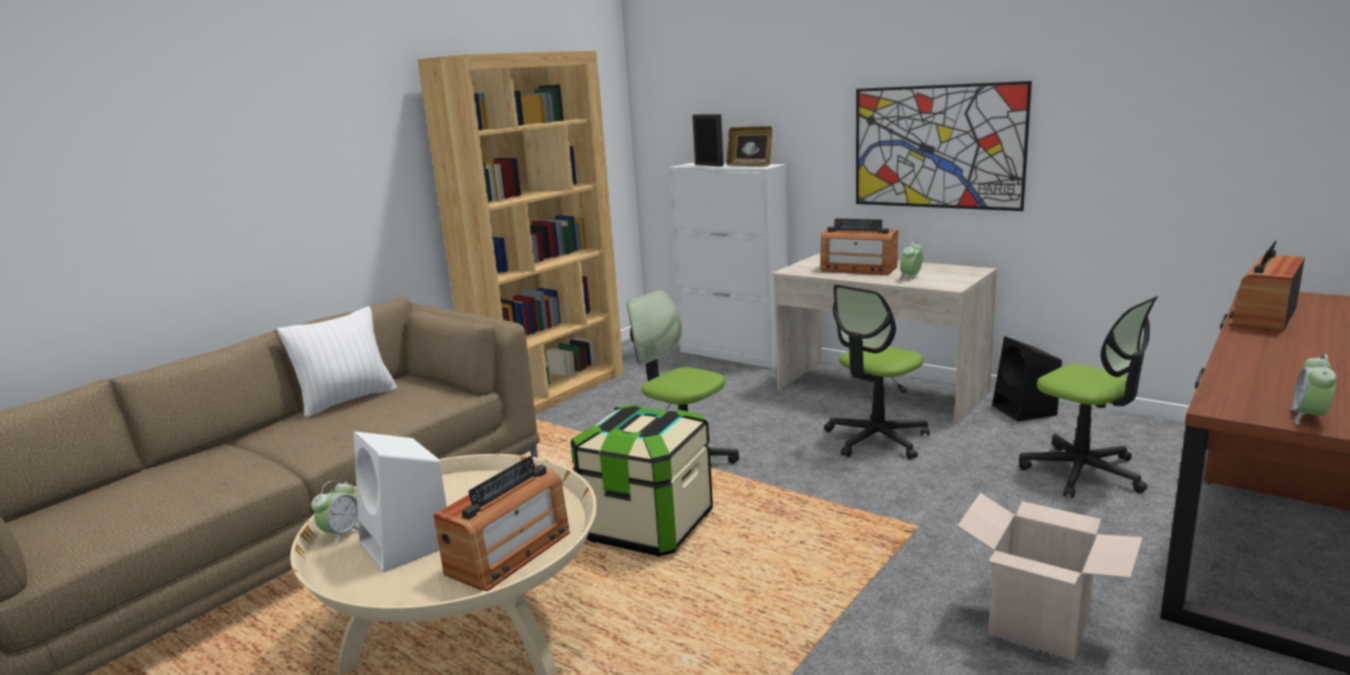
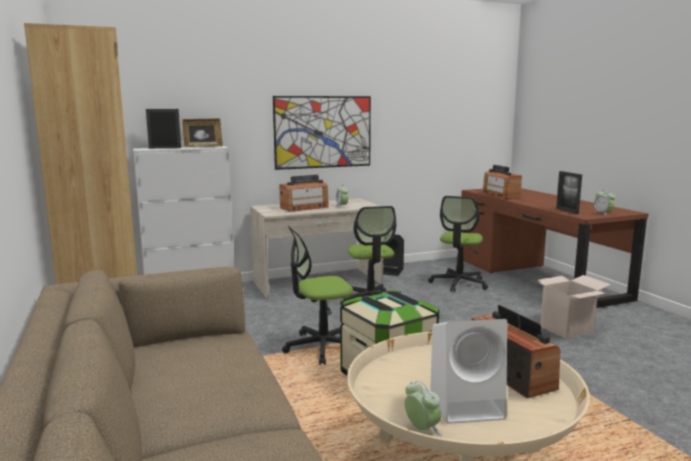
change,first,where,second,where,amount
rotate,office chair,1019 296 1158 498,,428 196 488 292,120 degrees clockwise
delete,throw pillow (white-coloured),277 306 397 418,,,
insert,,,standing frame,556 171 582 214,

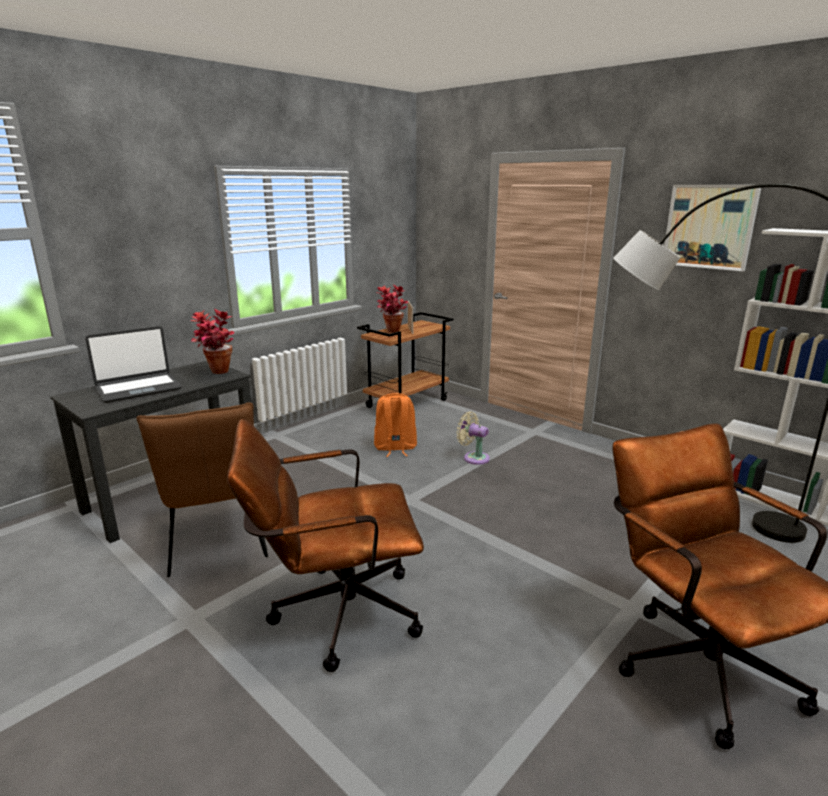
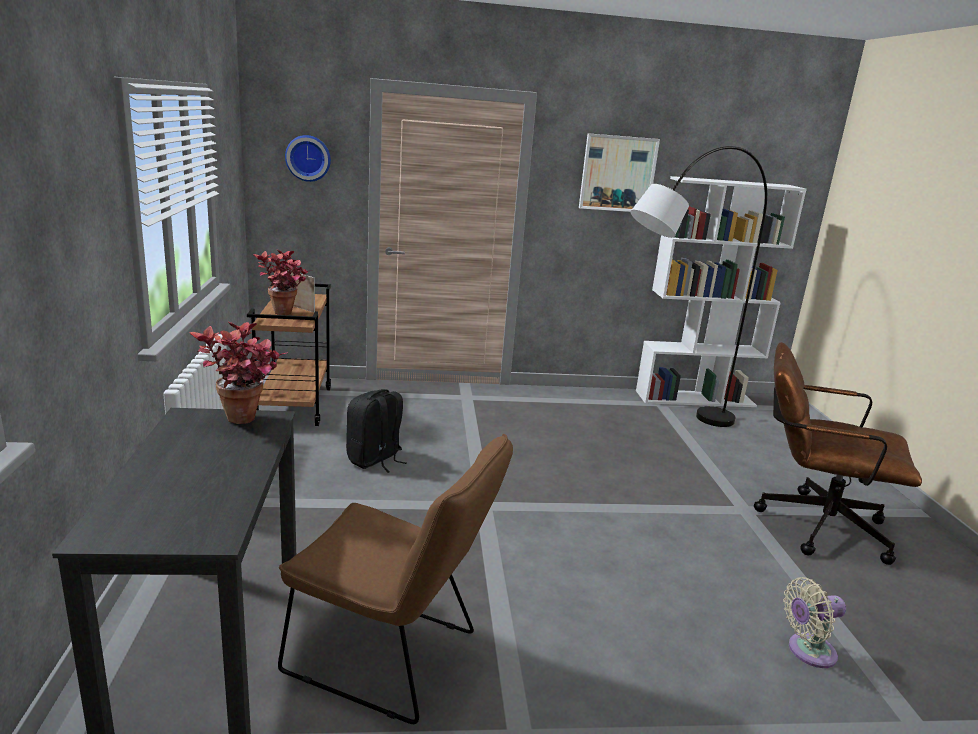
change,first,where,second,where,amount
delete,portable computer,85 326 182 403,,,
recolor,rucksack (orange),374 393 417 457,rucksack (black-coloured),346 389 407 473,
move,electric fan (beige),456 412 490 465,,783 577 846 668,
delete,office chair (brown),227 419 424 672,,,
insert,,,hanging clock,285 135 331 182,

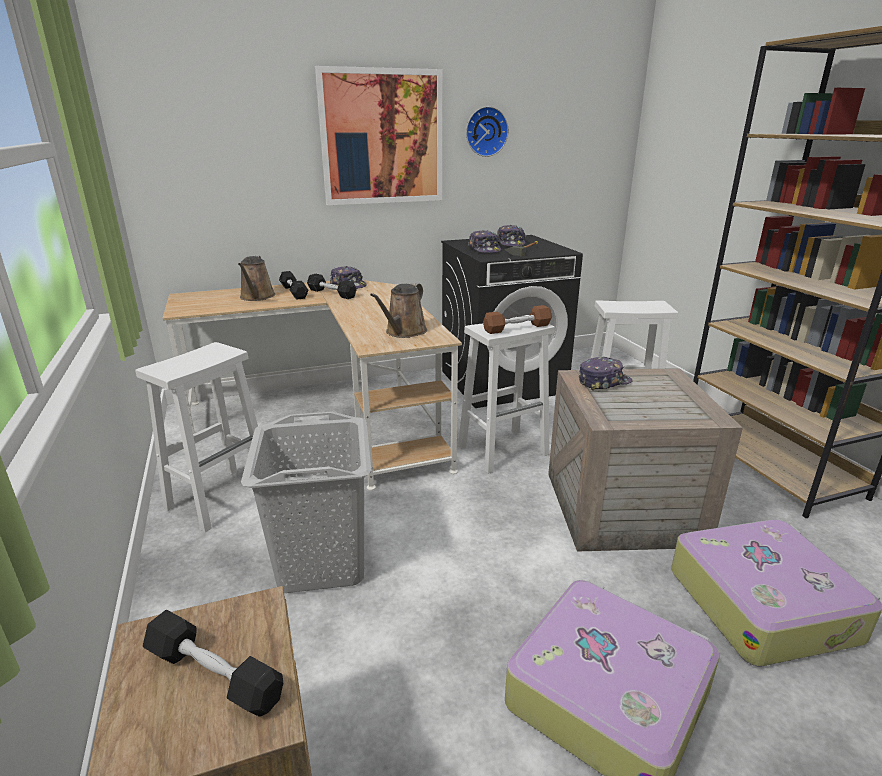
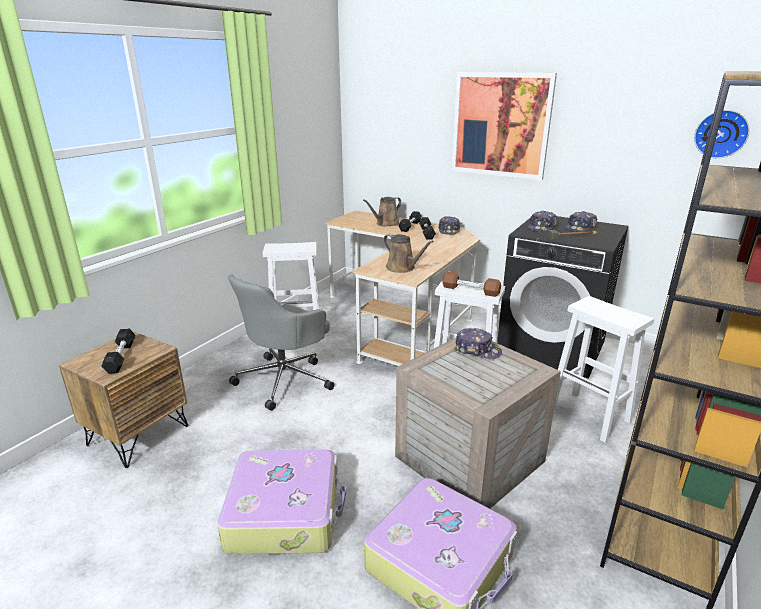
change,first,where,second,where,amount
move,hanging clock,466 106 509 157,,694 110 750 158,
rotate,sprinkling can (brown),370 283 427 338,,383 234 434 273,120 degrees counterclockwise
replace,laundry basket (gray),241 412 371 593,office chair (gray),228 274 334 411,

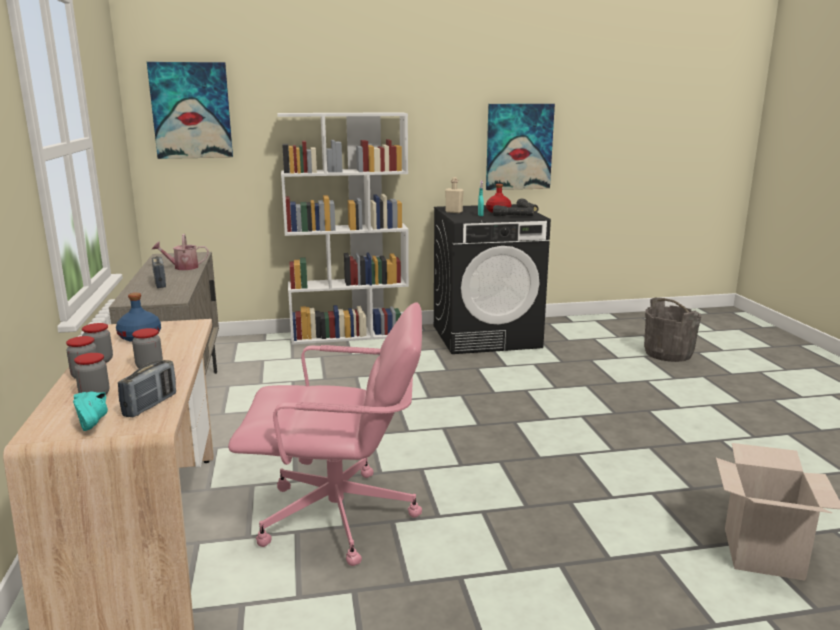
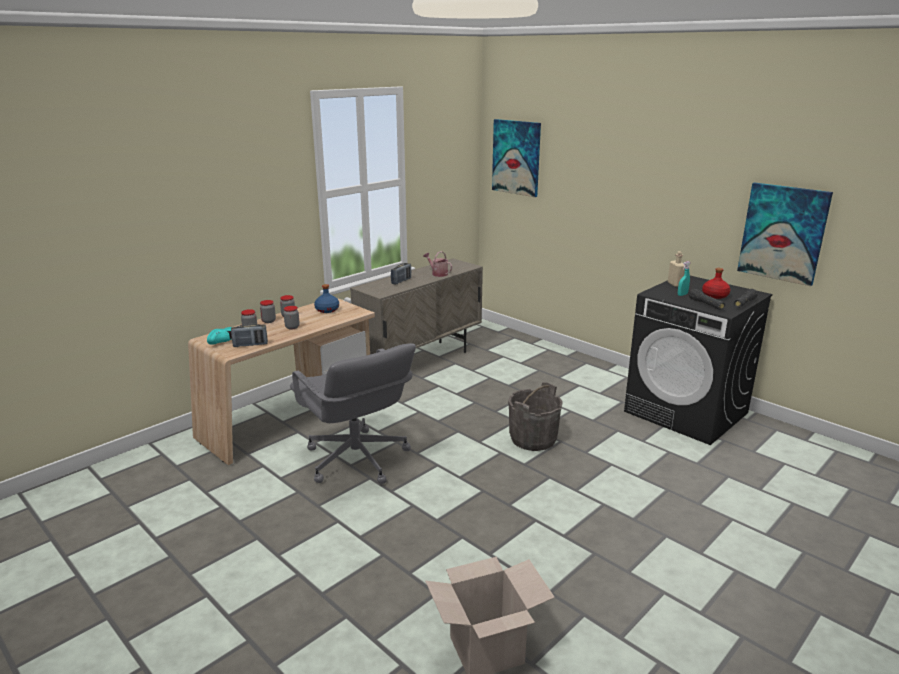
change,first,where,second,where,amount
delete,bookcase (white-coloured),277 112 409 345,,,
move,water bucket (gray),644 298 701 362,,508 382 563 451,
recolor,office chair (pink),228 302 422 566,office chair (gray),290 343 416 484,

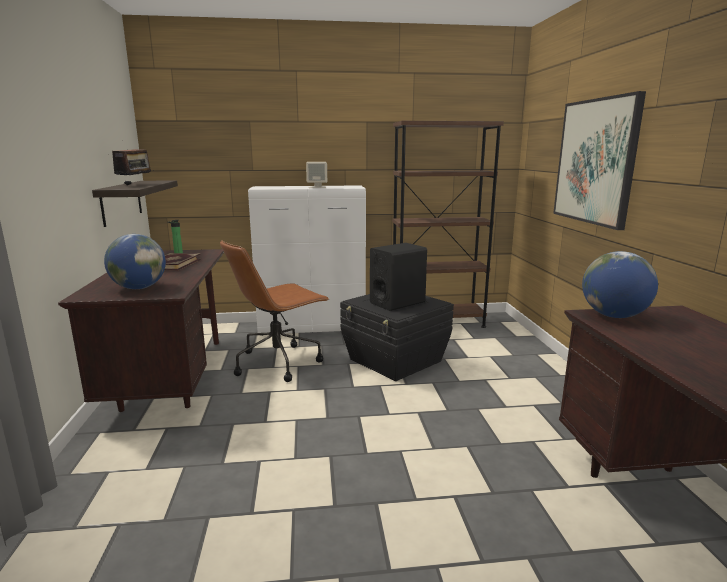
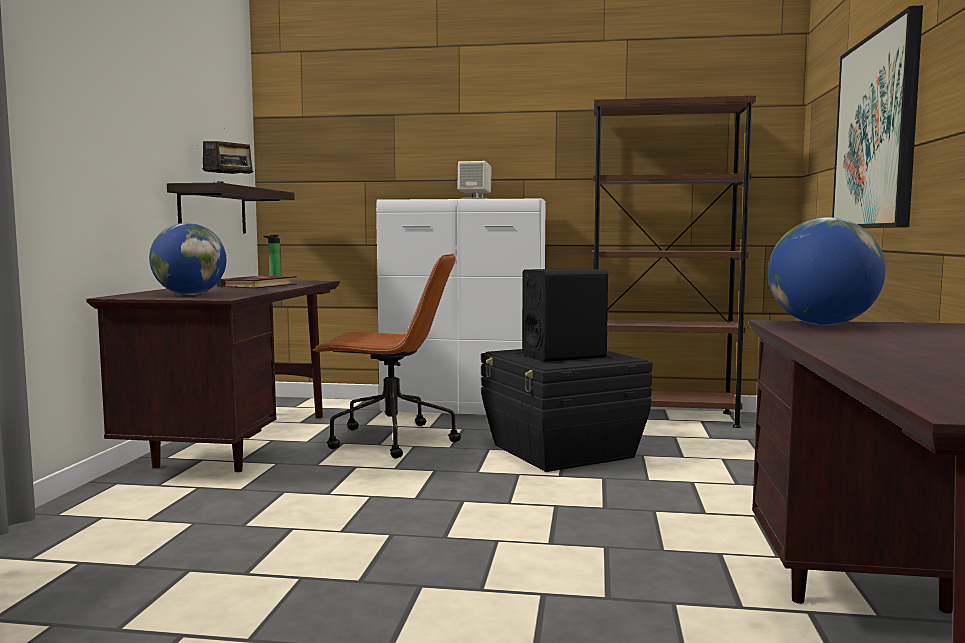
change,first,where,second,where,amount
rotate,office chair (brown),220 240 329 382,,313 253 461 459,150 degrees counterclockwise

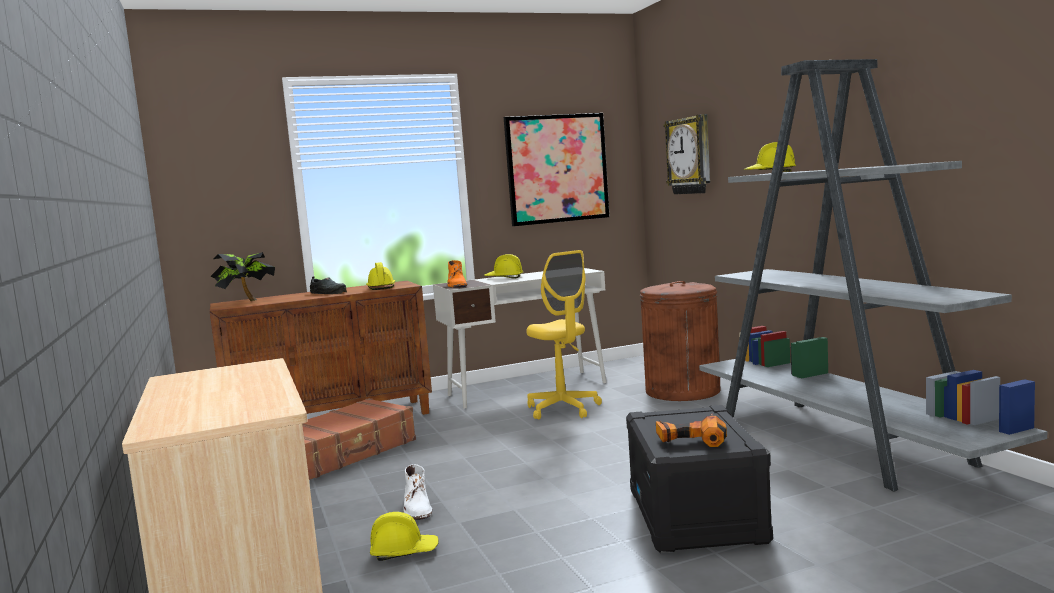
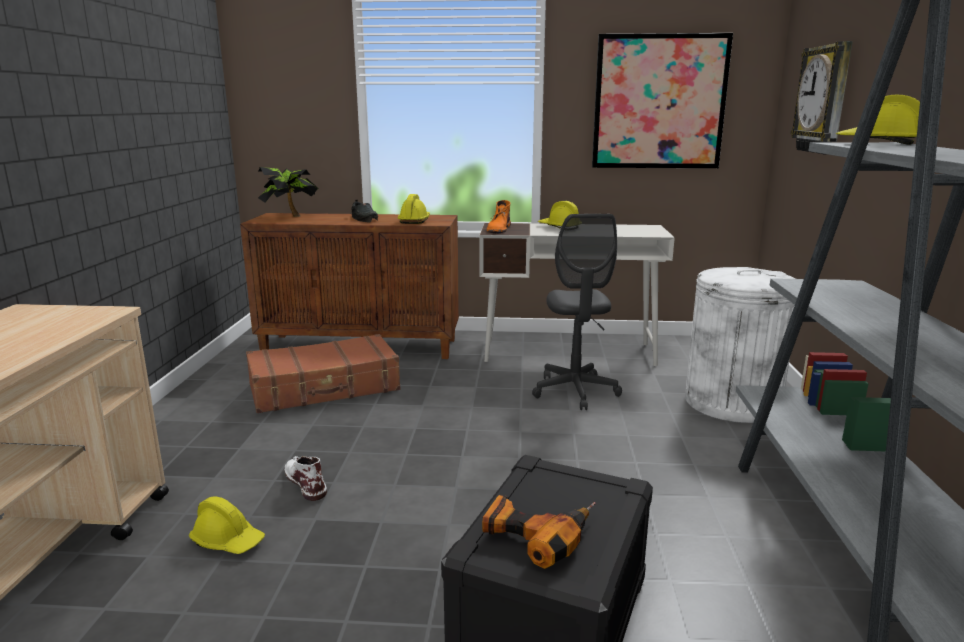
change,first,where,second,where,amount
recolor,office chair (yellowish),526 250 602 420,office chair (gray),532 214 622 410,
recolor,rubbish bin (brown),640 281 721 401,rubbish bin (white-coloured),685 267 796 423,
rotate,tall boot (white-coloured),403 464 432 520,,284 456 327 501,135 degrees clockwise

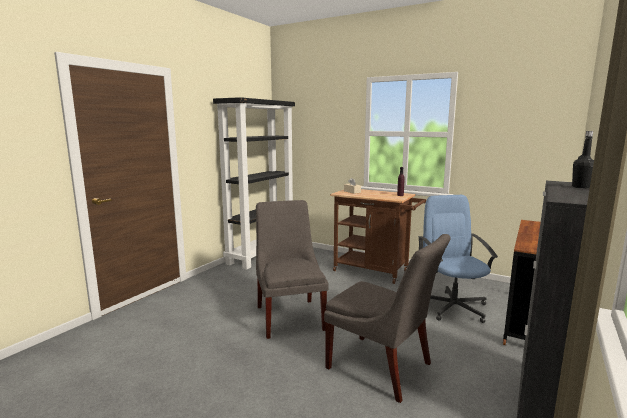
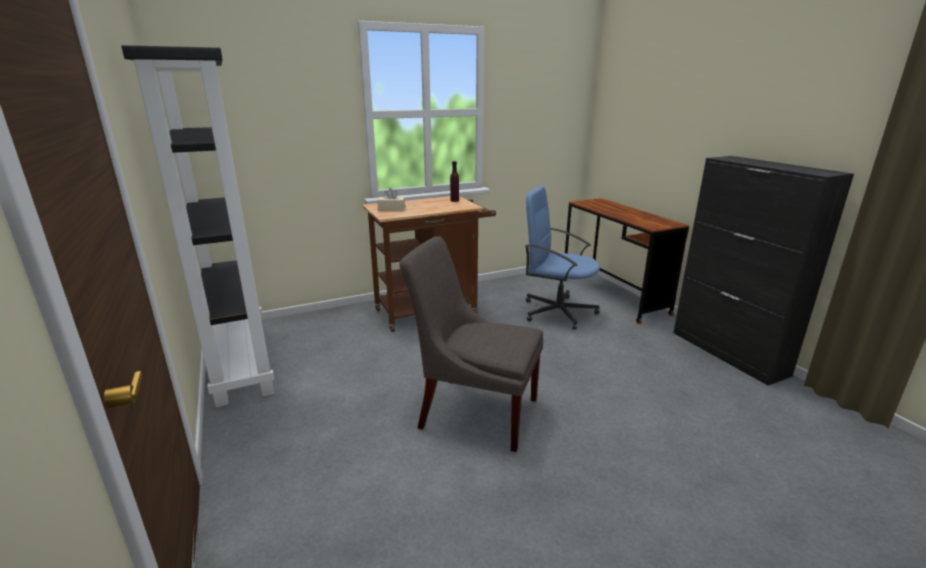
change,first,where,second,where,amount
delete,beverage bottle (black-coloured),572 131 594 188,,,
delete,upright chair (gray),324 234 451 403,,,

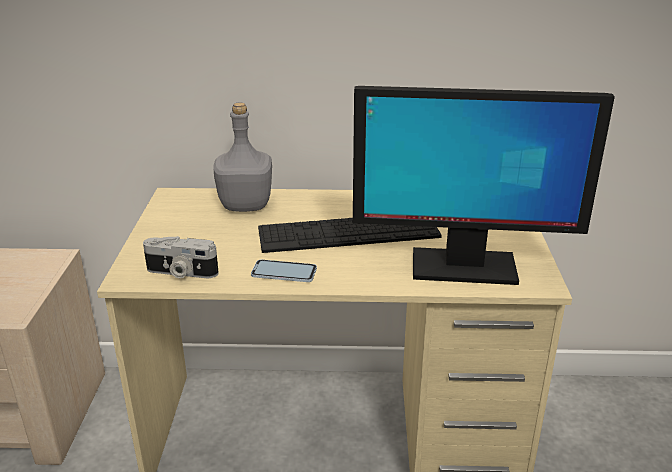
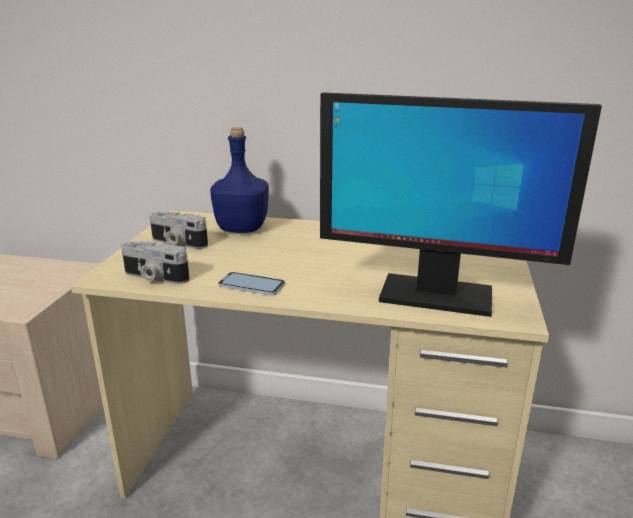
change,first,where,second,where,amount
recolor,beverage bottle (gray),213 103 272 212,beverage bottle (blue-coloured),210 127 269 233,
delete,computer keyboard,258 218 442 253,,,
insert,,,still camera,150 212 208 249,

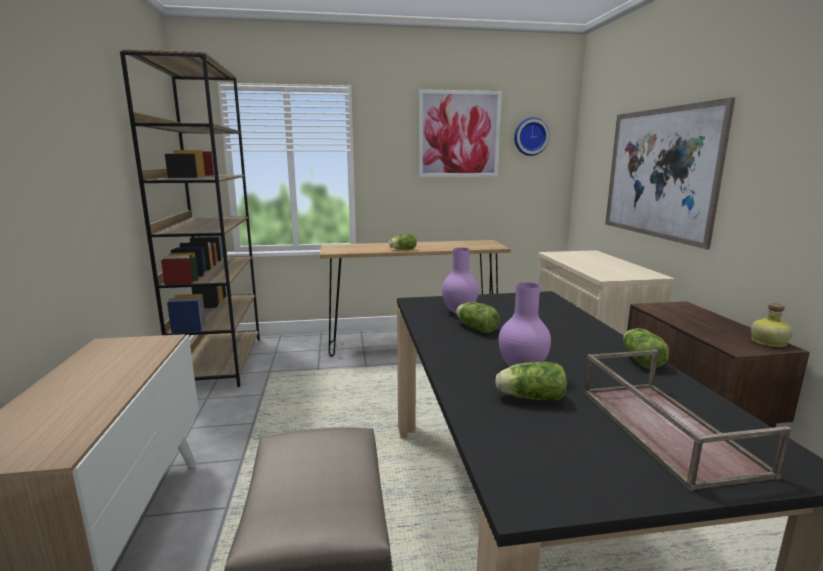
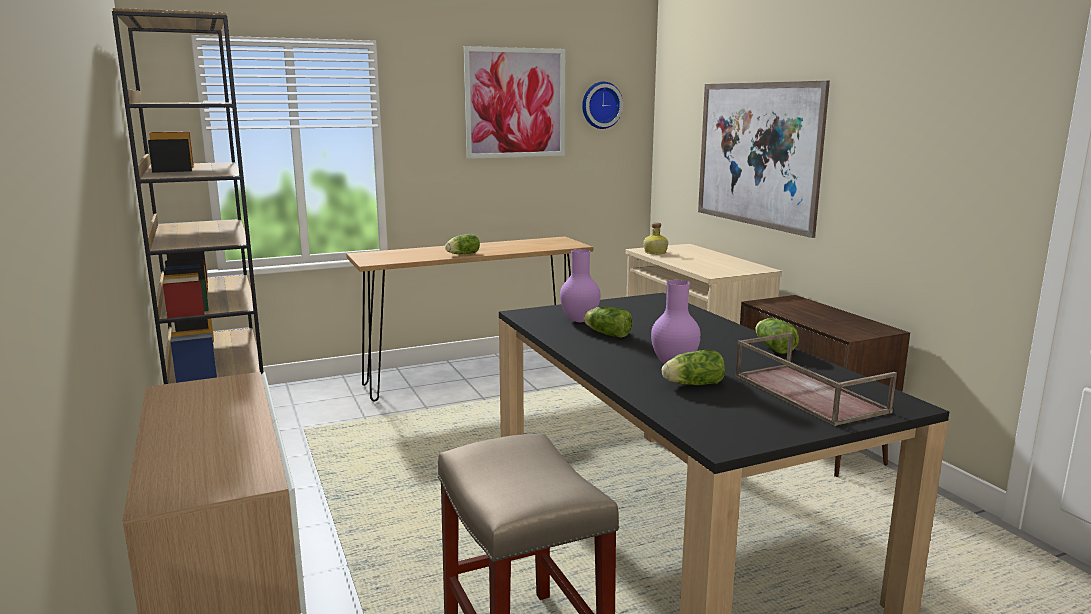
change,first,where,second,where,amount
move,beverage bottle,751 303 793 347,,643 222 668 254,

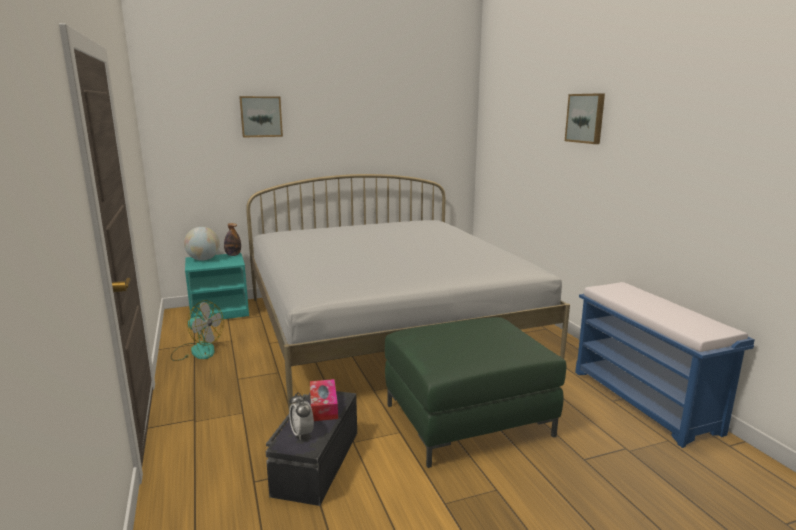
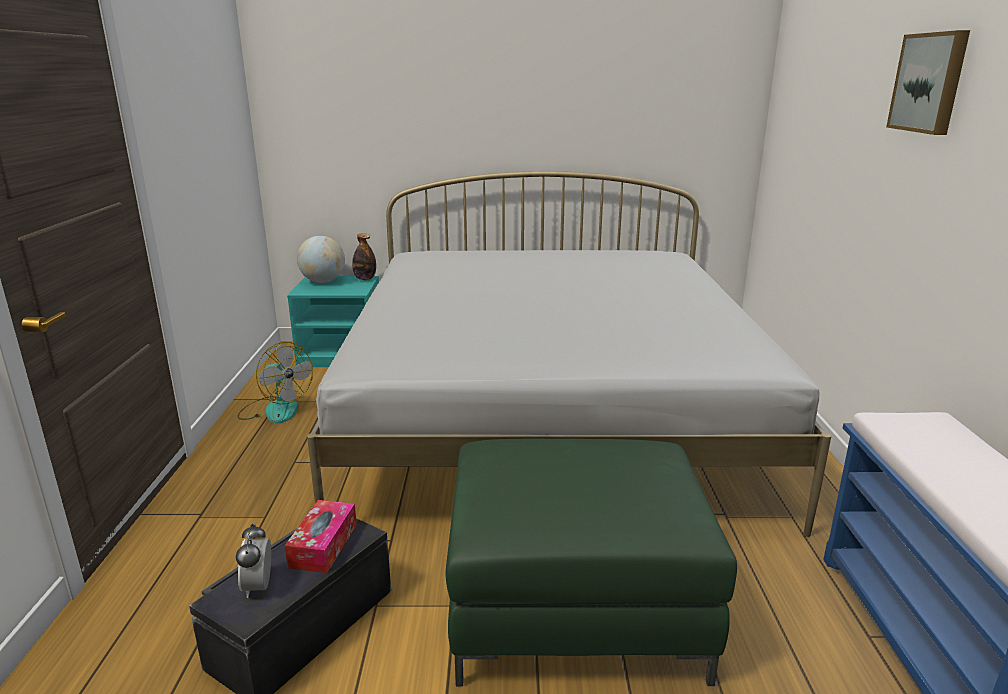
change,first,where,second,where,amount
delete,picture,239 96 283 138,,,

